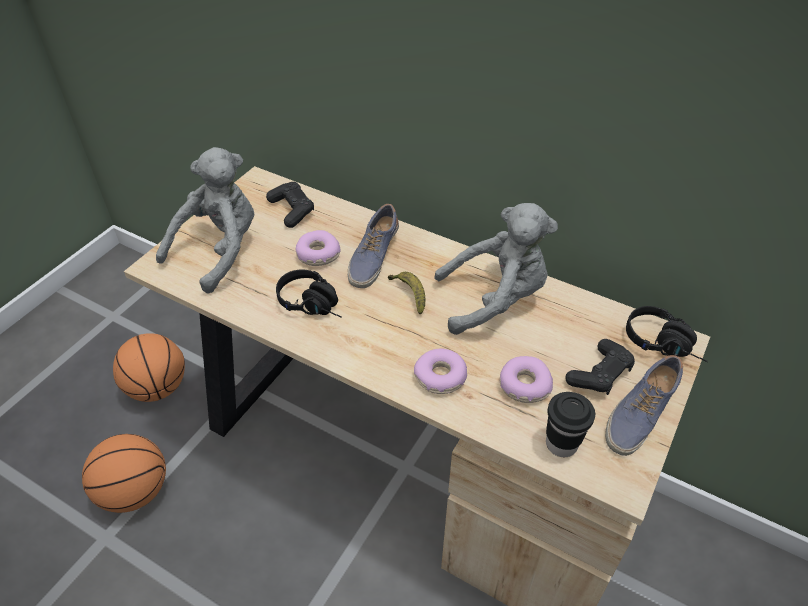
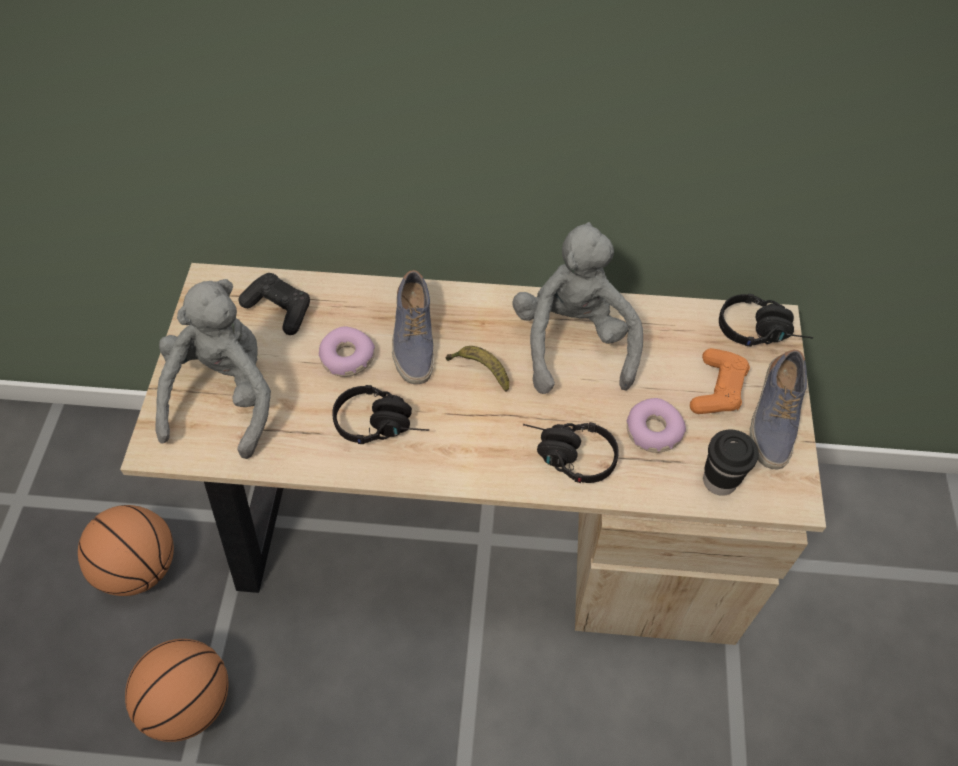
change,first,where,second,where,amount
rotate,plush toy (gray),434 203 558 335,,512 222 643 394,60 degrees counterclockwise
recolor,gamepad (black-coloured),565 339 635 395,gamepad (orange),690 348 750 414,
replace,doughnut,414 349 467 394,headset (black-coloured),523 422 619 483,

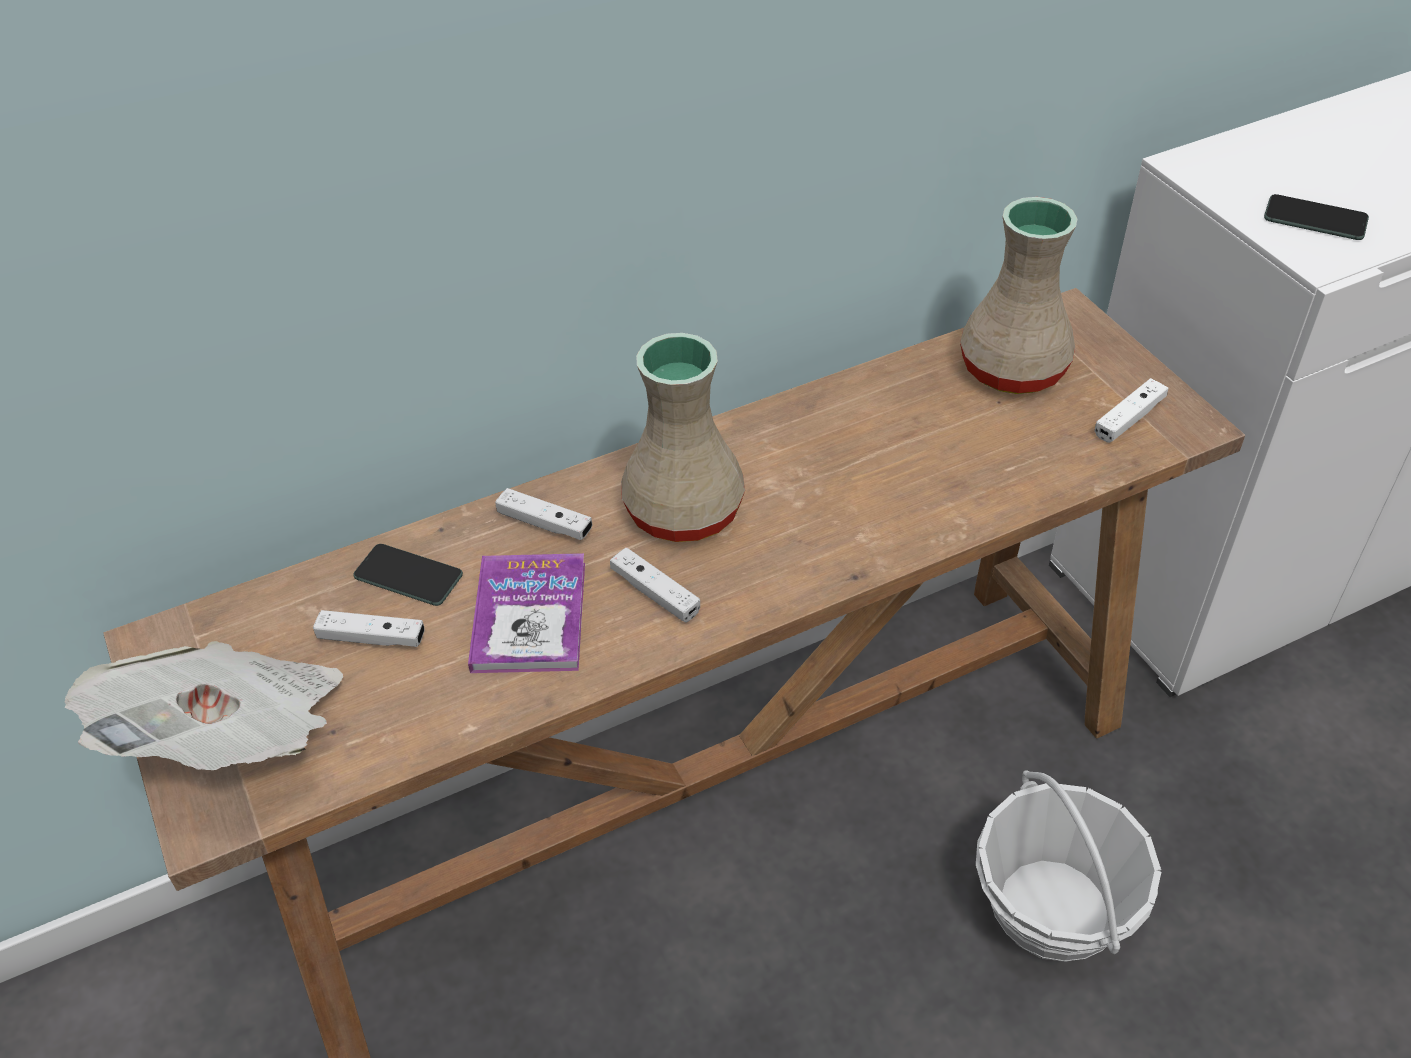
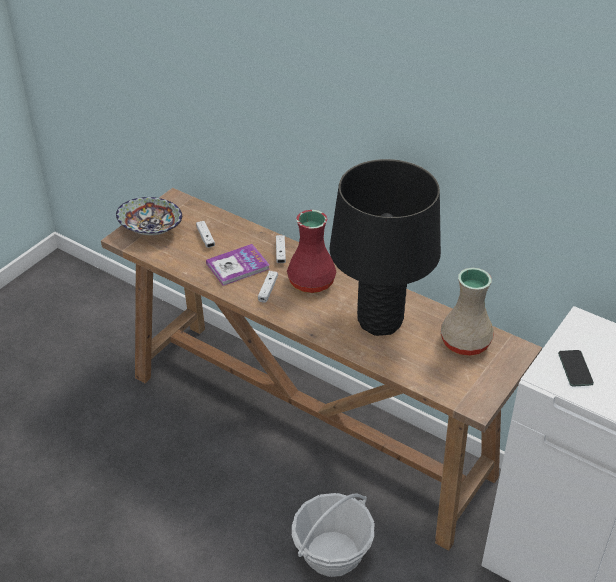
change,first,where,second,where,amount
recolor,vase (beige),621 333 745 542,vase (red-coloured),287 210 336 293,
delete,gamepad (white-coloured),1095 378 1168 443,,,
delete,handset,353 544 463 606,,,
replace,daily paper,65 641 343 770,serving bowl,116 197 182 235,
insert,,,lamp for a table (black-coloured),330 159 441 336,

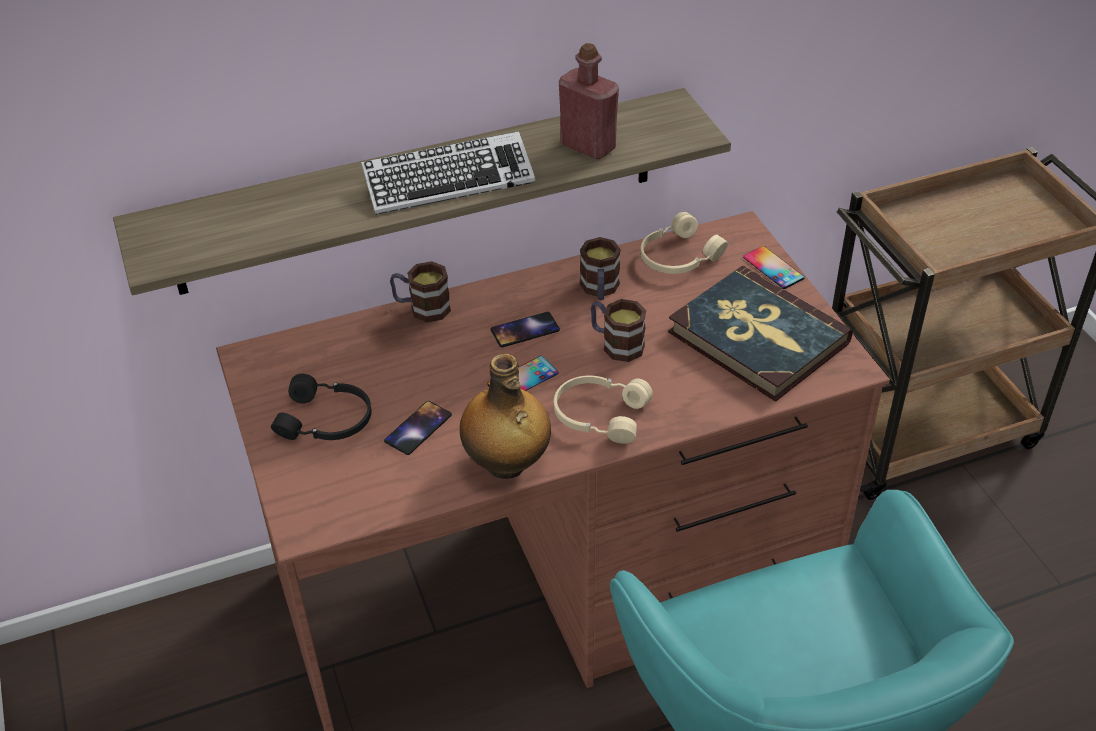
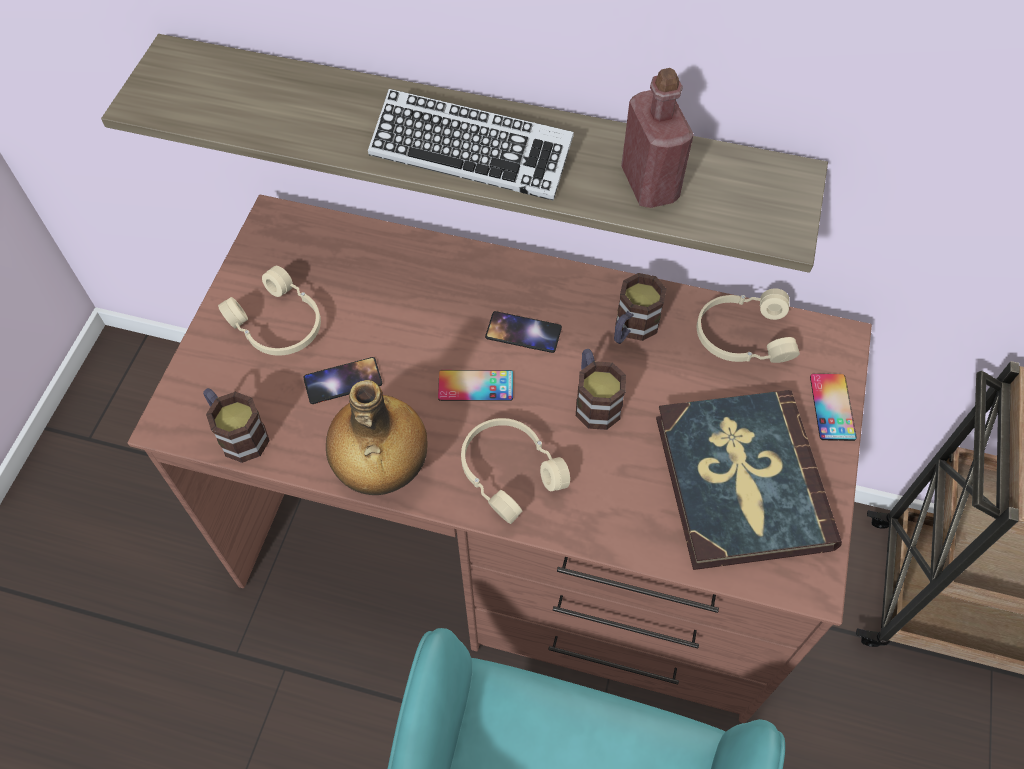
change,first,where,second,where,amount
move,mug,390 261 451 322,,203 388 270 463,
recolor,headset (black-coloured),271 374 372 440,headset (beige),218 266 321 356,

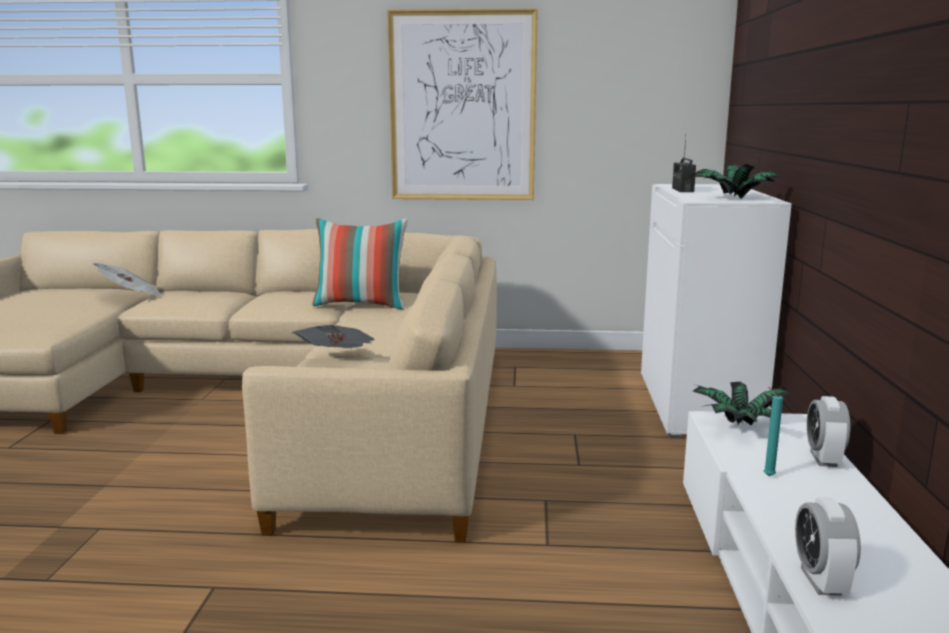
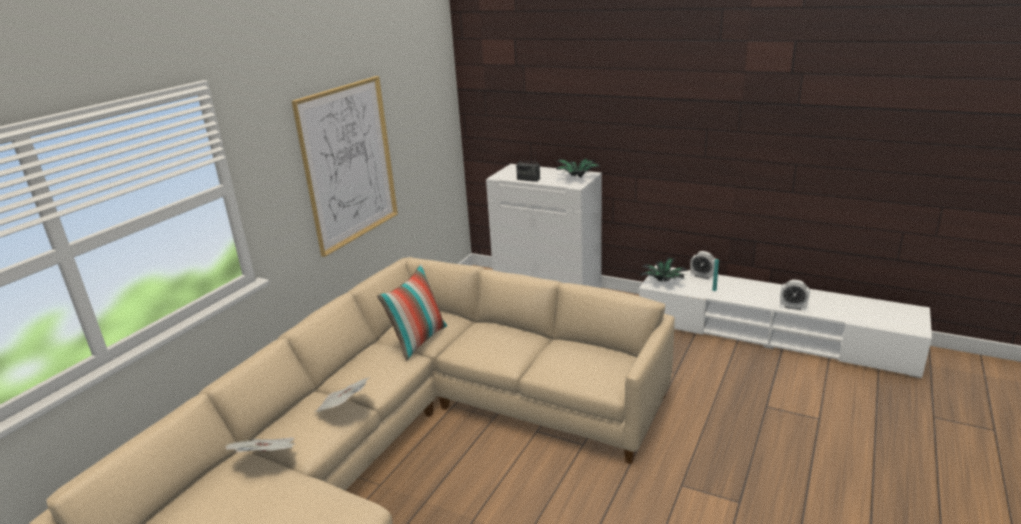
change,first,where,second,where,amount
move,daily paper,292 325 374 348,,313 377 370 413,

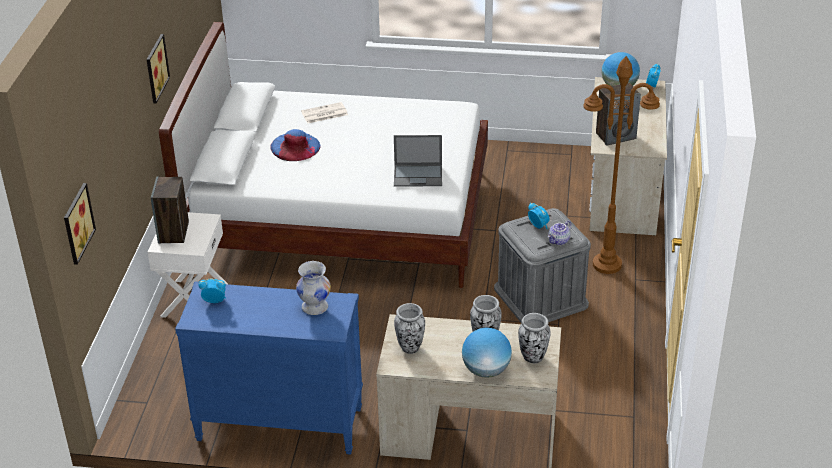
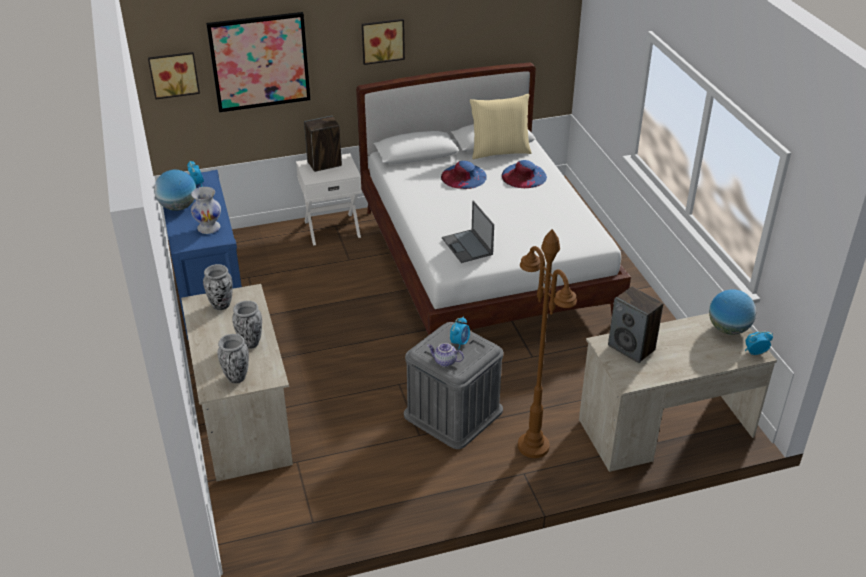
change,first,where,second,where,amount
replace,daily paper,301 102 348 123,wearable hat (blue-coloured),502 160 547 188,
move,globe,462 327 512 378,,154 169 196 211,
insert,,,picture,206 12 311 113,
insert,,,throw pillow (beige),470 94 532 159,

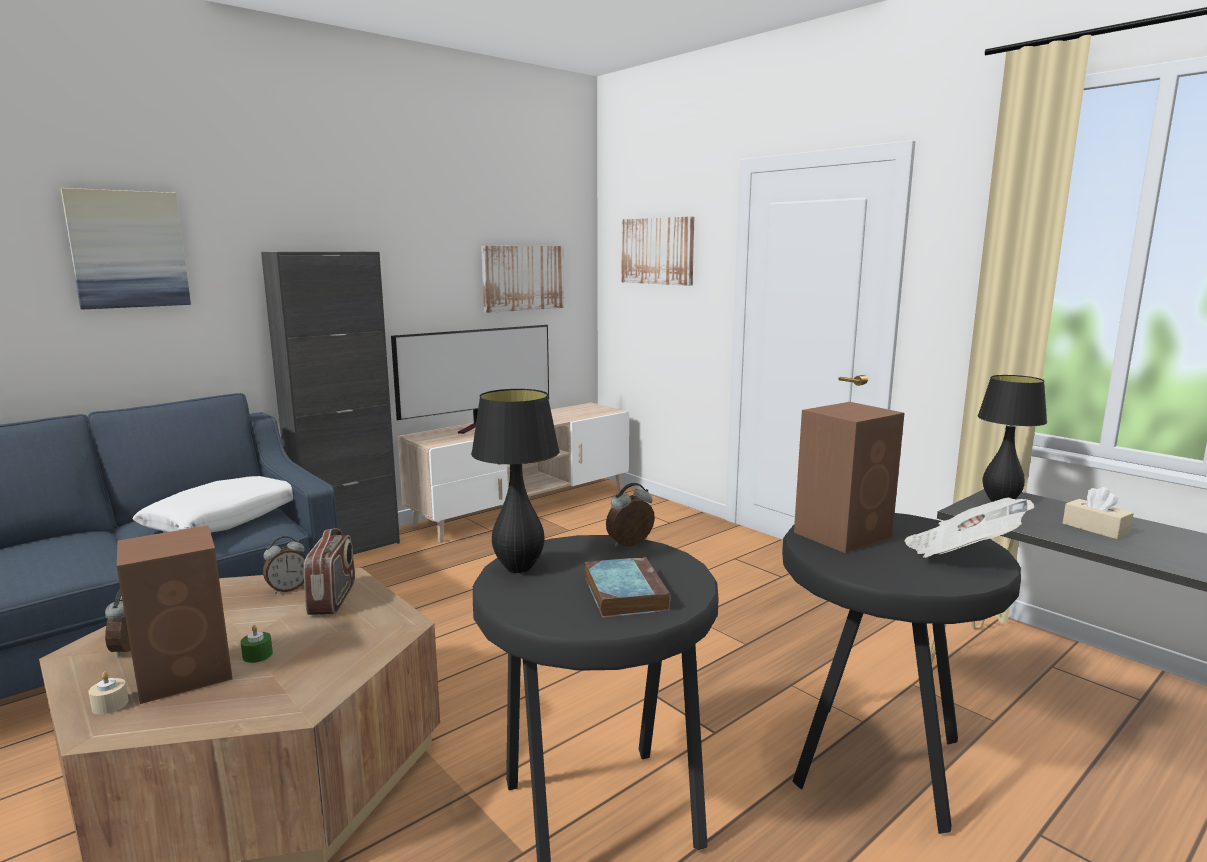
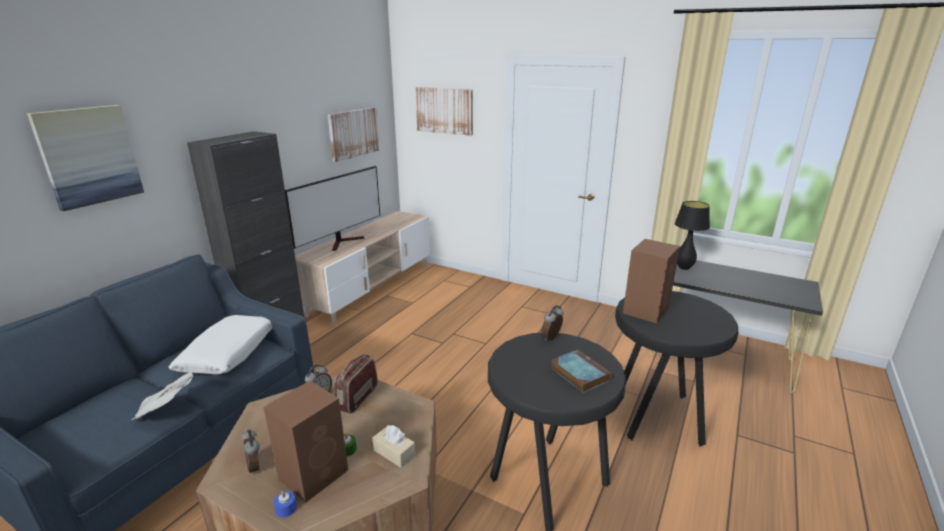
change,first,where,second,where,amount
delete,lamp for a table (black-coloured),471 389 560 573,,,
move,tissue holder (beige),1063 487 1134 539,,372 425 416 468,
move,daily paper,904 498 1035 558,,131 370 194 421,
rotate,radio receiver,304 528 355 615,,334 354 378 414,135 degrees counterclockwise
recolor,wax candle (beige),88 672 129 714,wax candle (blue-coloured),274 491 297 517,

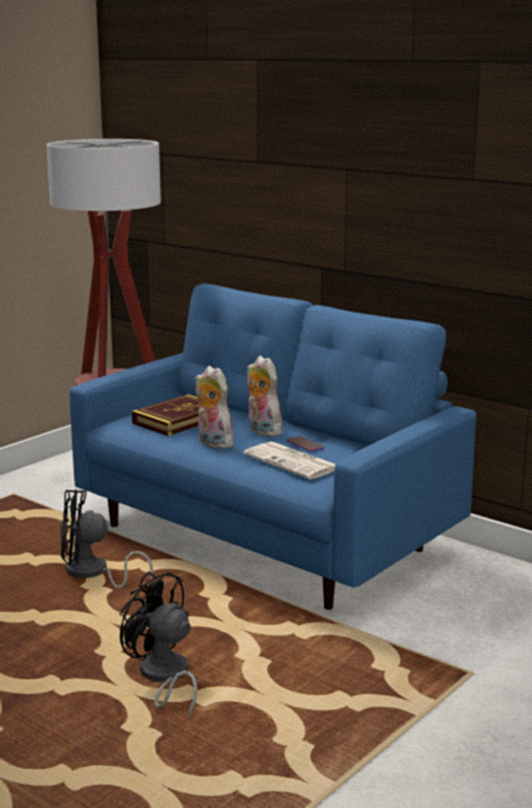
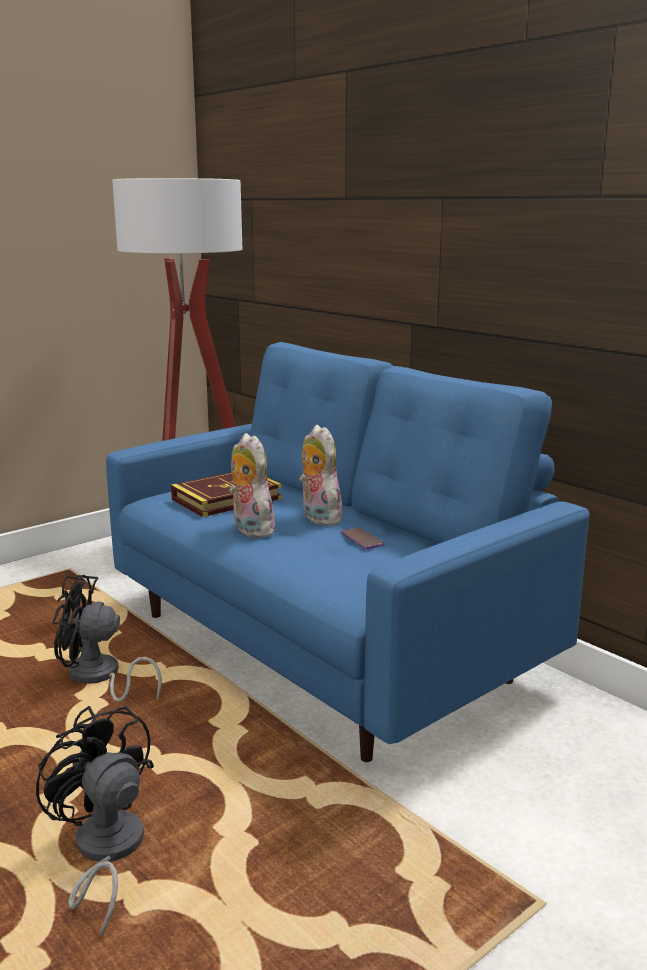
change,first,where,second,where,amount
delete,daily paper,243 441 336 479,,,

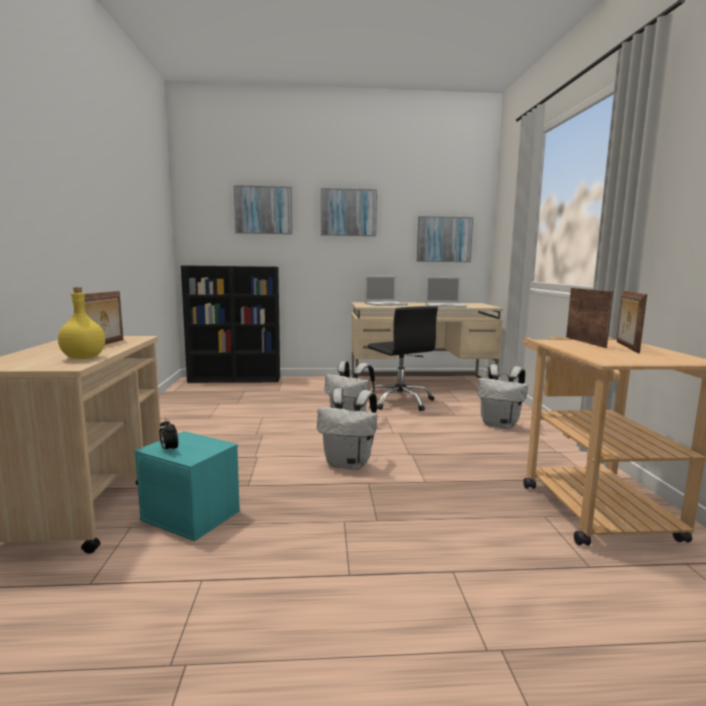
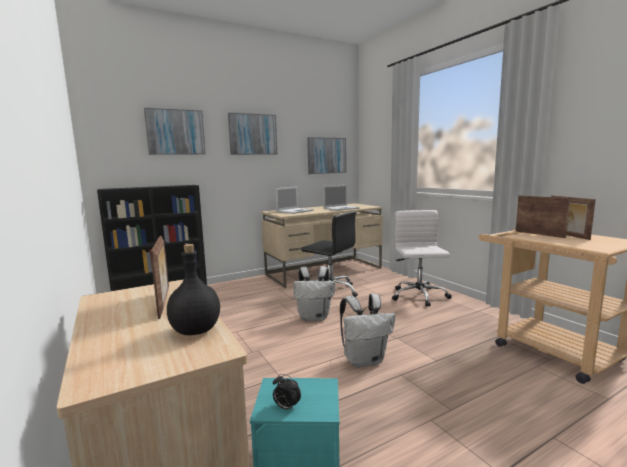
change,first,where,second,where,amount
recolor,beverage bottle (yellowish),58 287 105 359,beverage bottle (black-coloured),167 244 220 335,
replace,rucksack (white-coloured),477 364 528 428,office chair (white-coloured),392 210 452 307,

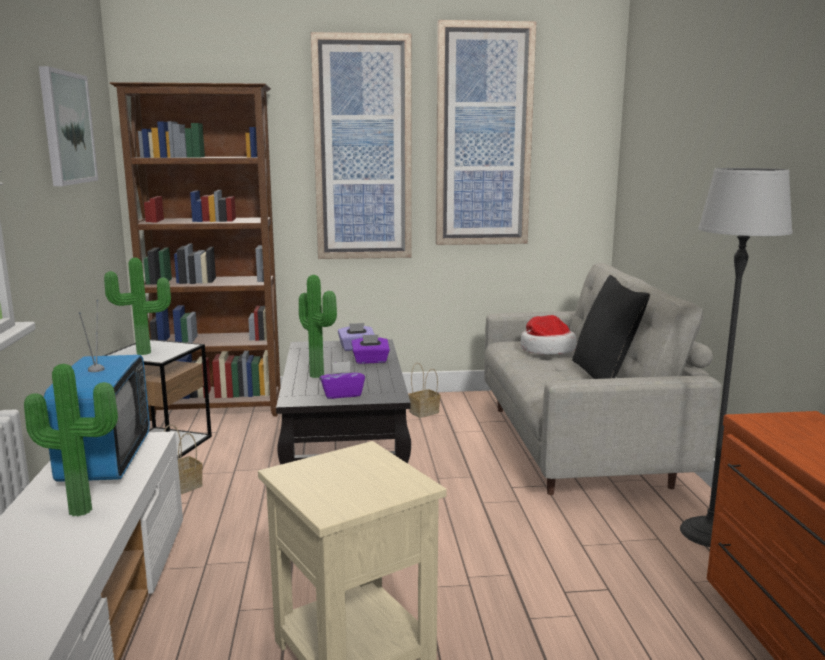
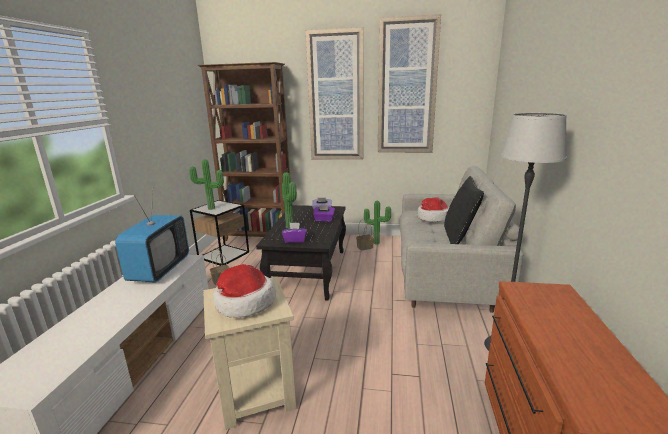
change,first,where,second,where,amount
delete,picture,39 66 98 186,,,
move,potted plant,24 364 118 516,,364 201 391 245,
insert,,,wearable hat,213 264 276 318,

